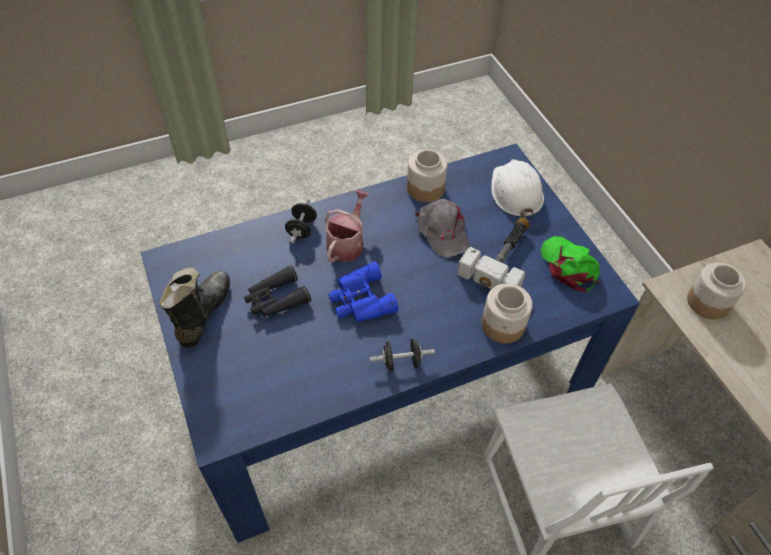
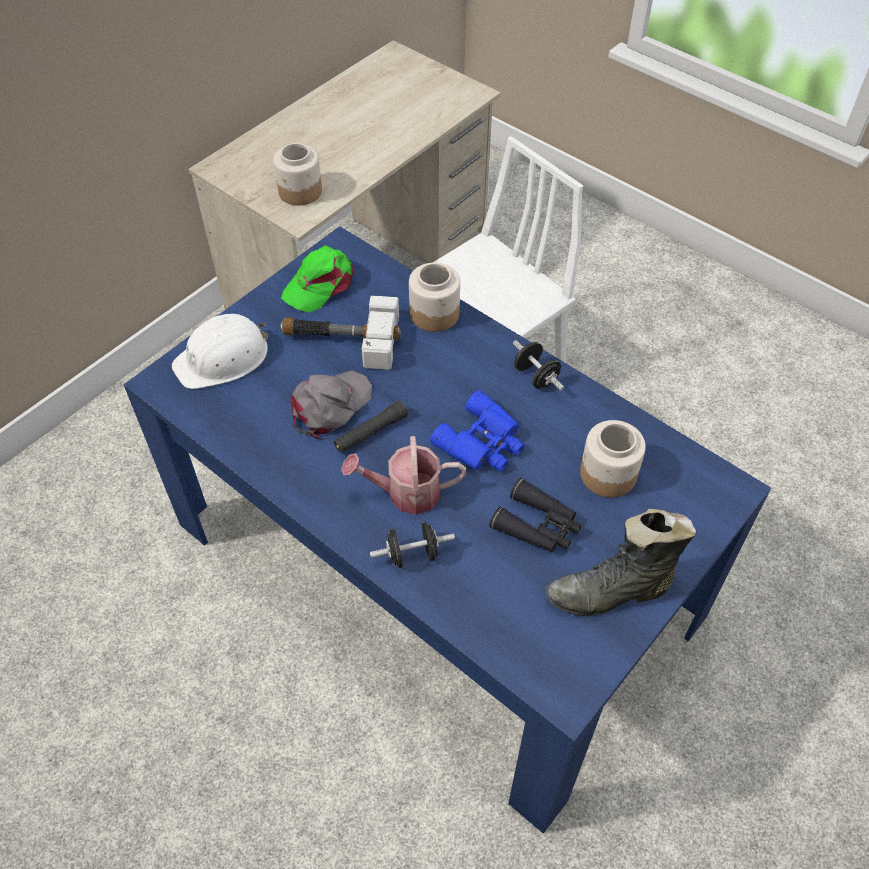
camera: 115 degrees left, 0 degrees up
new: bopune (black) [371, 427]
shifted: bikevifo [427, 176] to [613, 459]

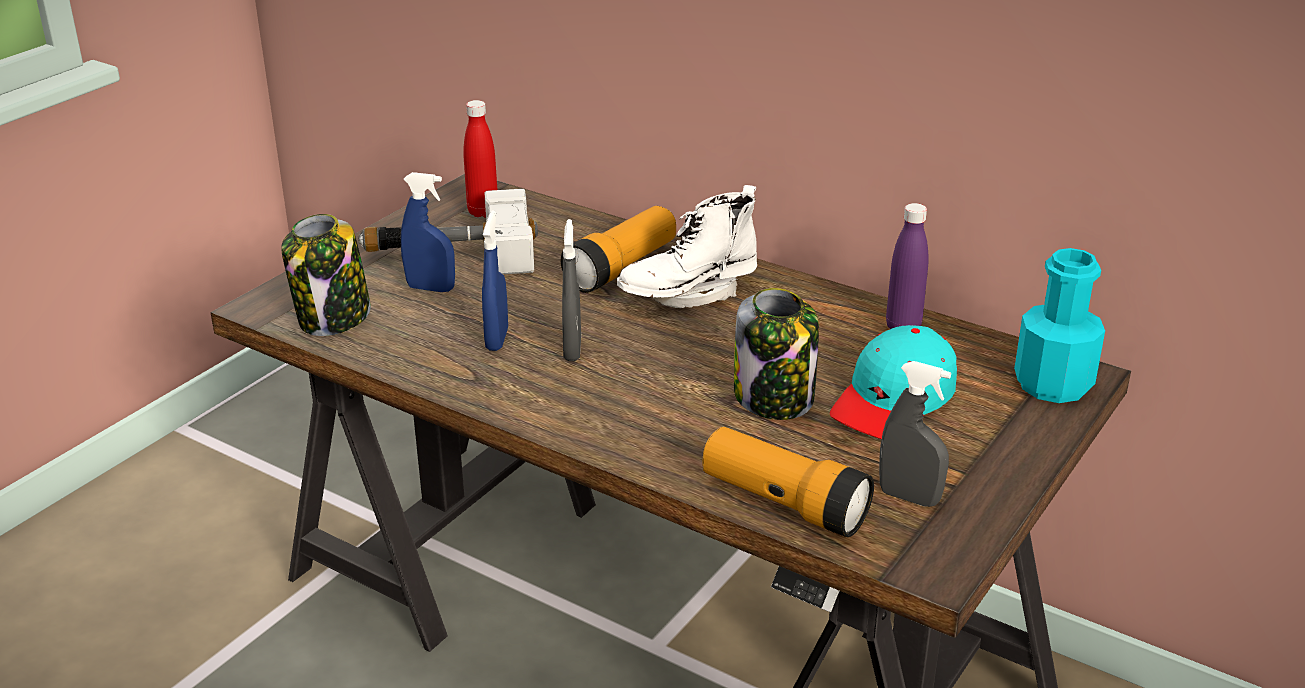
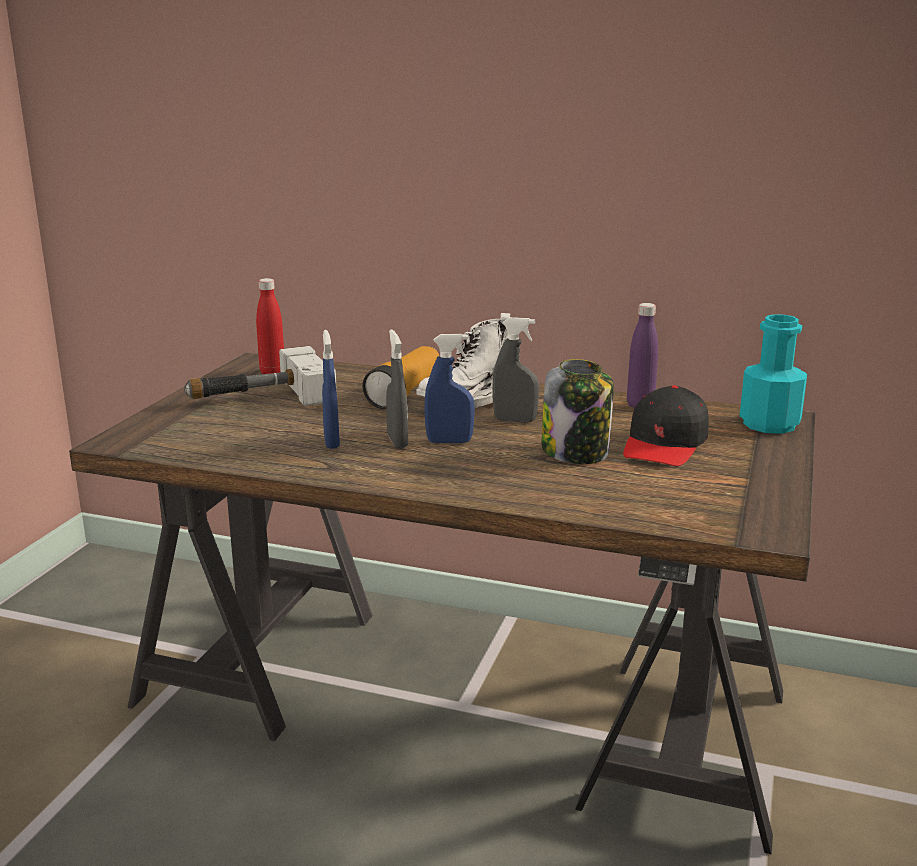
camera: 15 degrees left, 10 degrees down
gone: bikevifo [326, 275]; bopune [788, 482]
shifted: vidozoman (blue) [428, 232] to [449, 388]; vidozoman (grey) [915, 434] to [515, 370]
repainted: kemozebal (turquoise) [893, 382] to kemozebal (black) [666, 425]

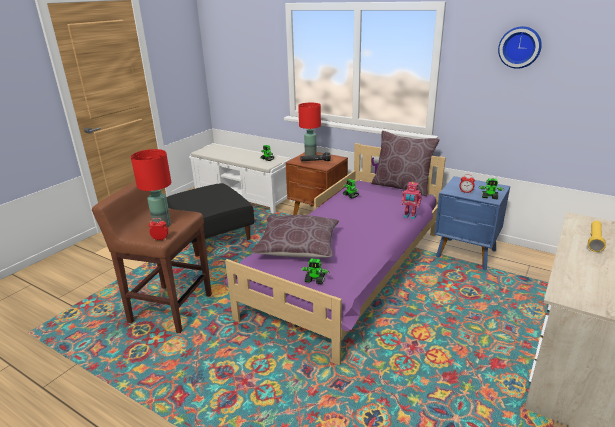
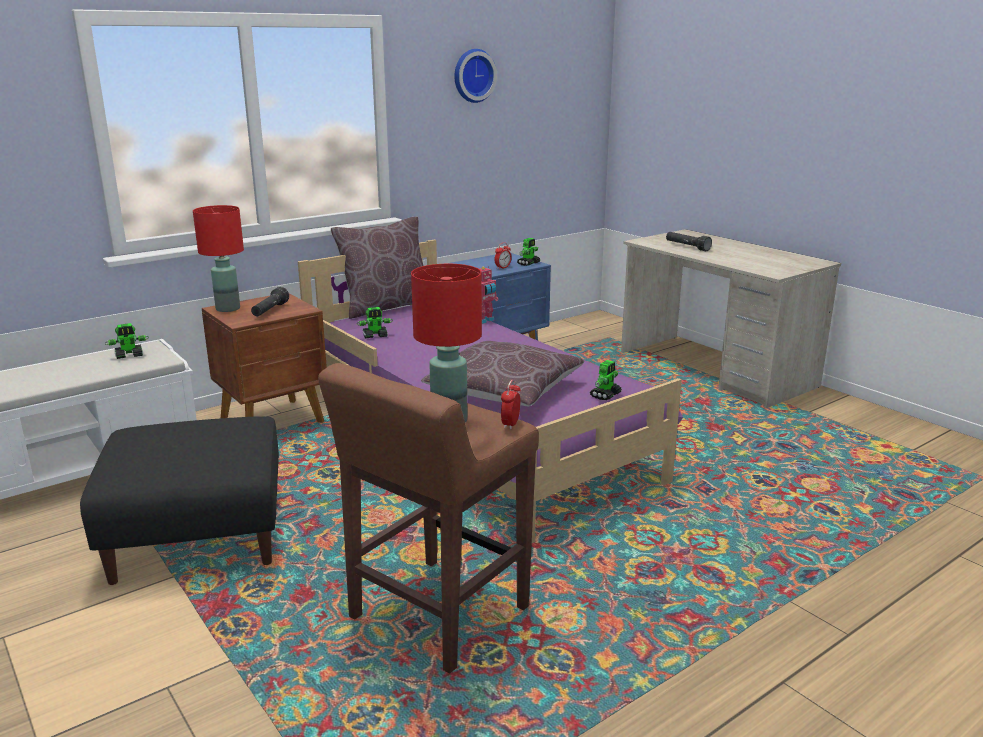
camera: 70 degrees left, 5 degrees down
repainted: bopune (yellow) [597, 236] to bopune (black) [689, 241]

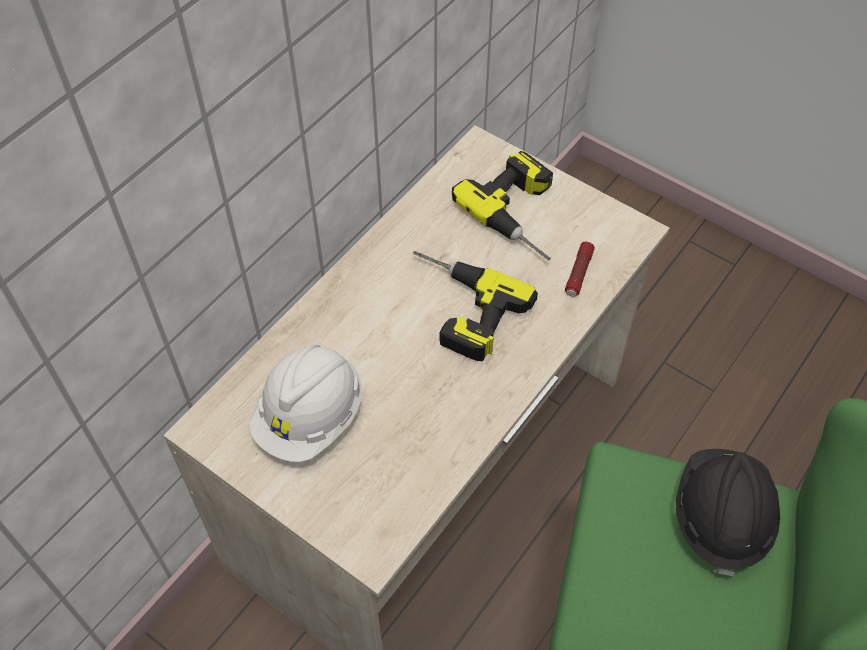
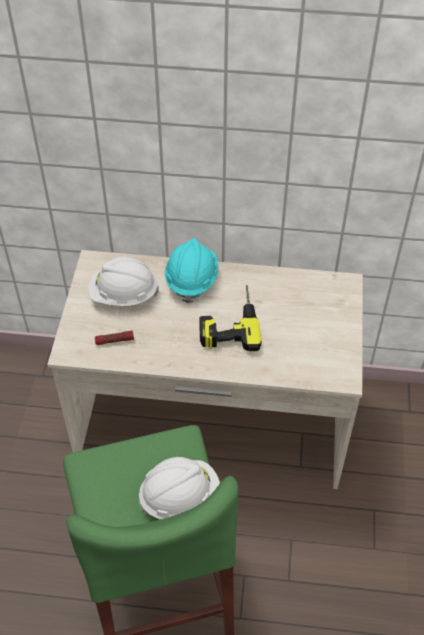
camera: 60 degrees right, 5 degrees down
gone: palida [502, 205]
new: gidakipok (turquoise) [191, 270]
shifted: bopune [580, 269] to [114, 337]
repainted: gidakipok (black) [728, 512] to gidakipok (white) [179, 488]

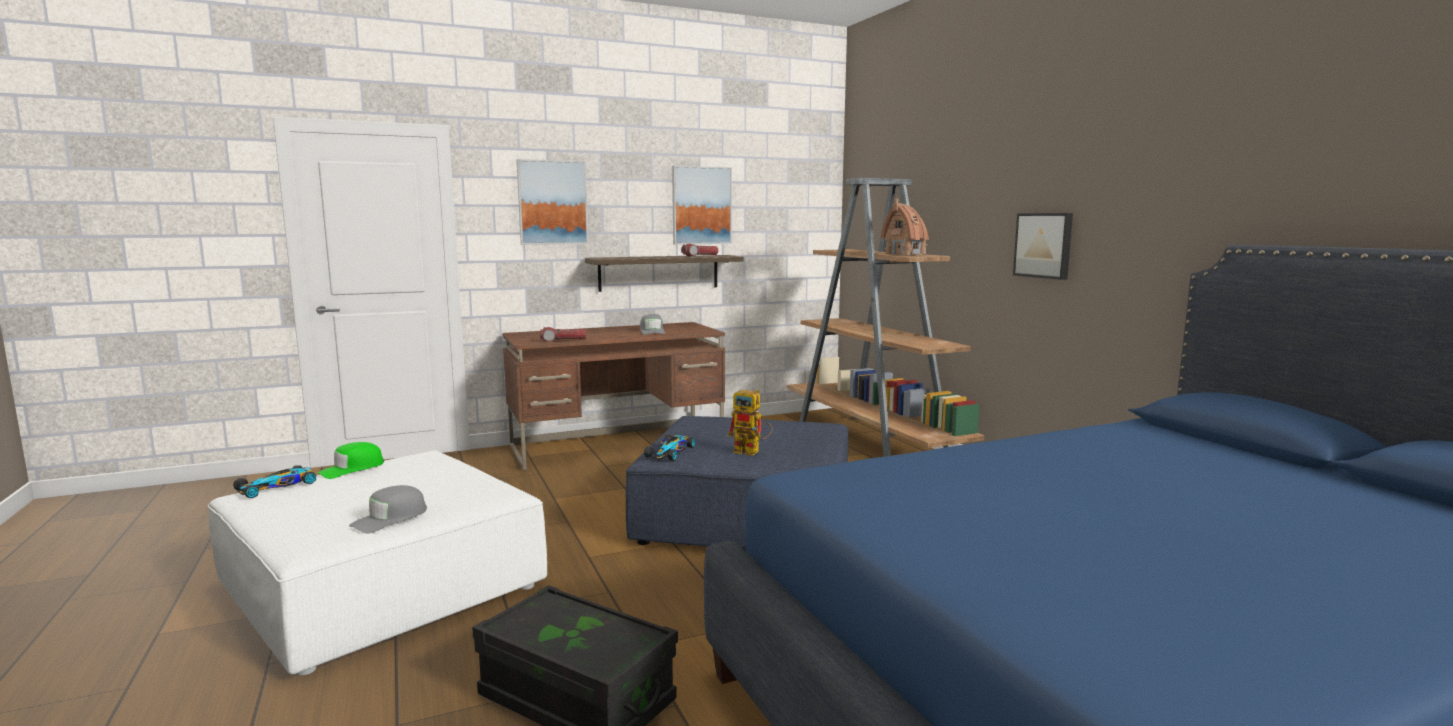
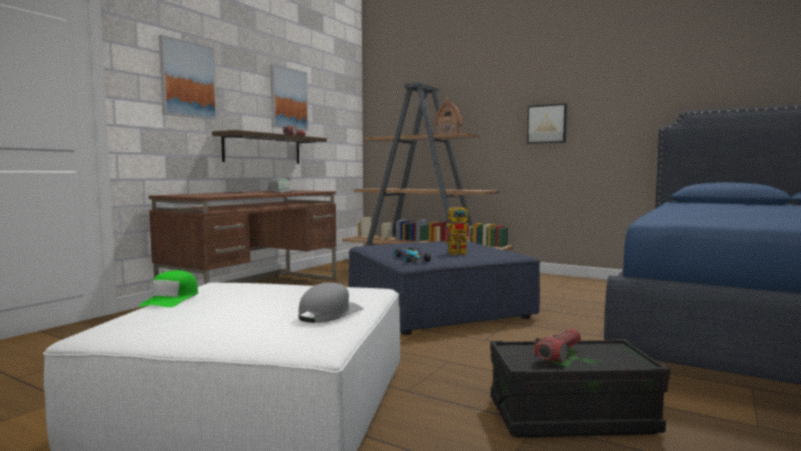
camera: 35 degrees left, 5 degrees down
gone: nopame [274, 481]
shifted: bopune [563, 334] to [557, 346]
rotated: kemozebal (grey) [388, 509] = [331, 303] 150 degrees counterclockwise

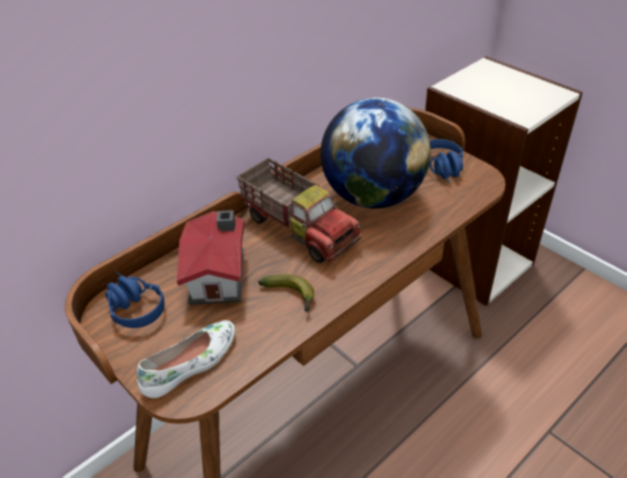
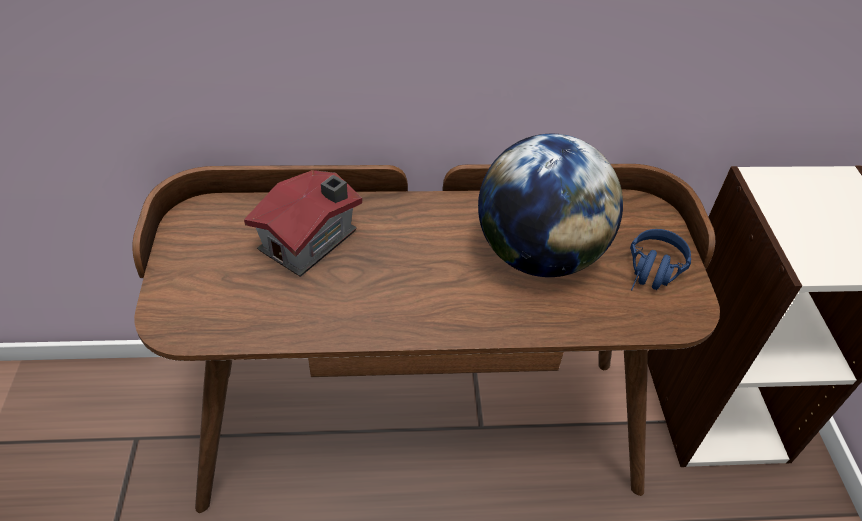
camera: 35 degrees right, 5 degrees up
gone: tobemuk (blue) [135, 299]; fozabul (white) [186, 359]; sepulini [299, 210]; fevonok [286, 293]

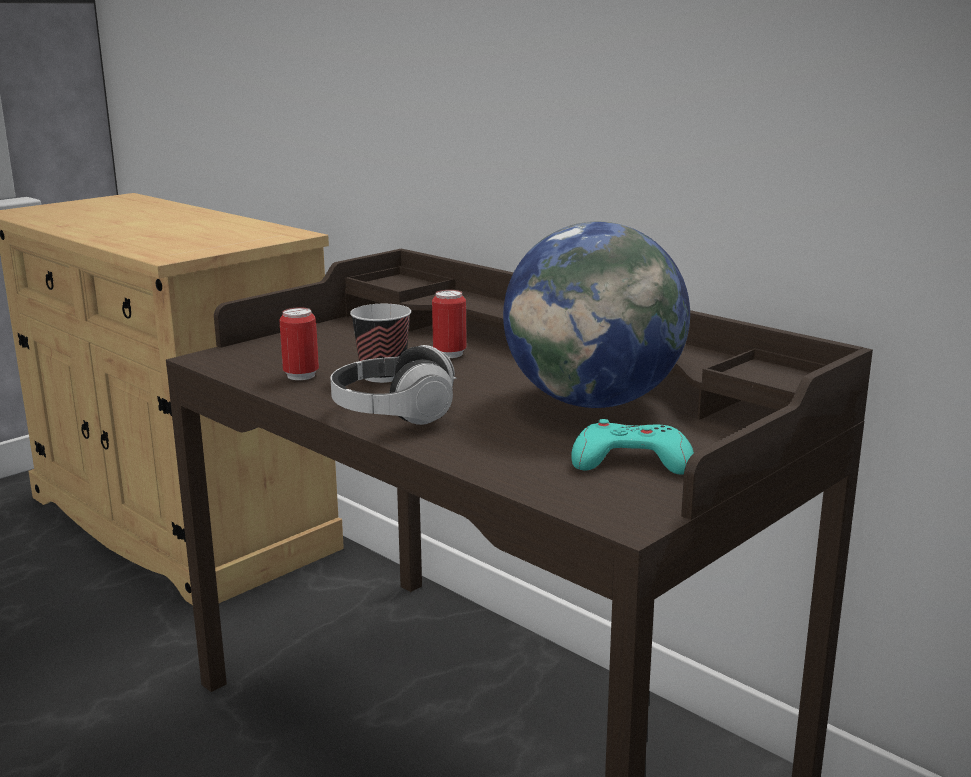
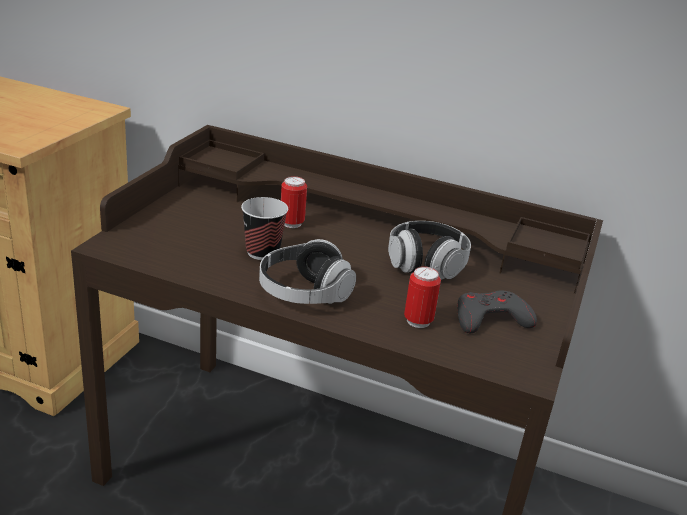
camera: 25 degrees left, 10 degrees up
shifted: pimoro [299, 343] to [422, 297]
swapped: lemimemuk [596, 314] to tobemuk [429, 250]
repainted: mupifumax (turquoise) [632, 447] to mupifumax (grey) [497, 312]

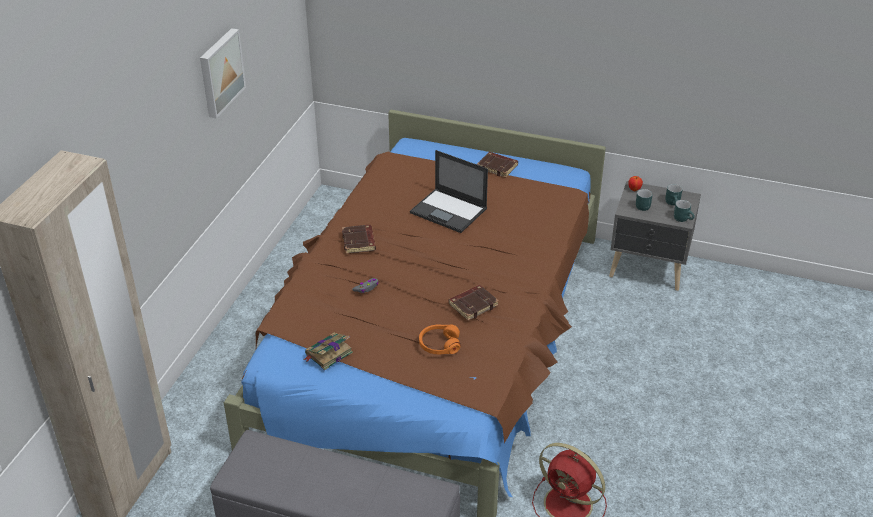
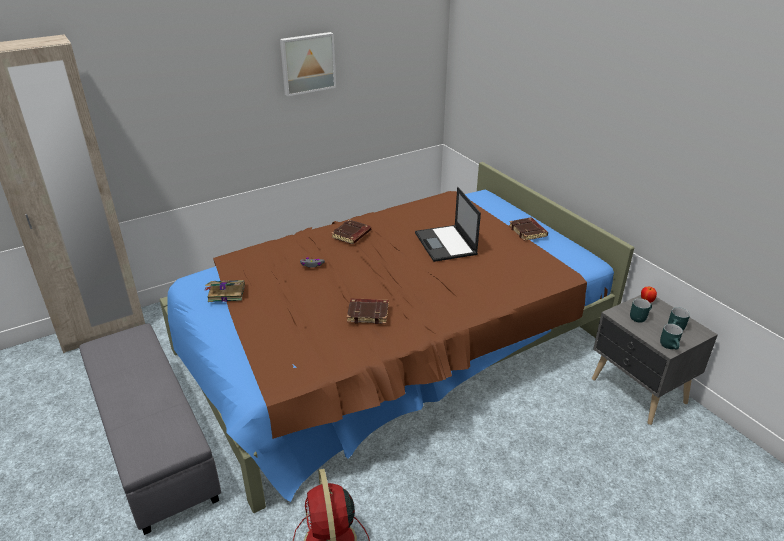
camera: 40 degrees right, 5 degrees down
gone: tobemuk (orange) [440, 339]

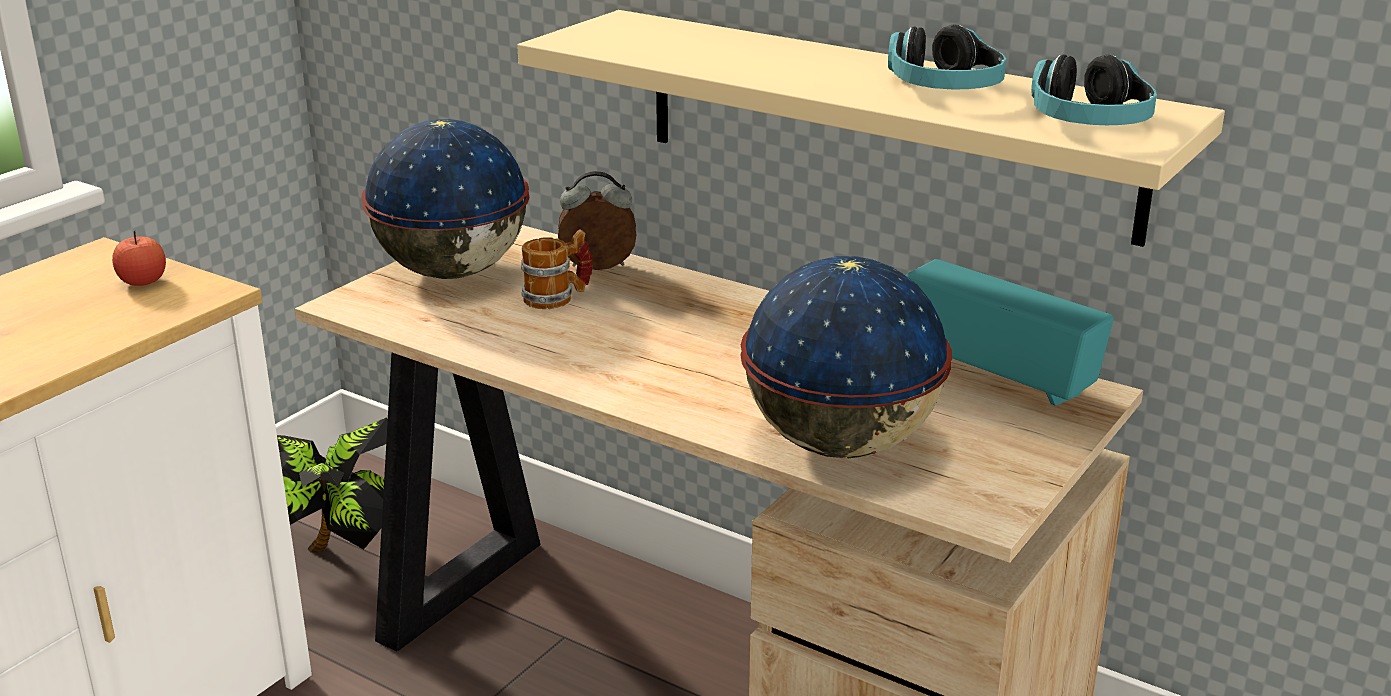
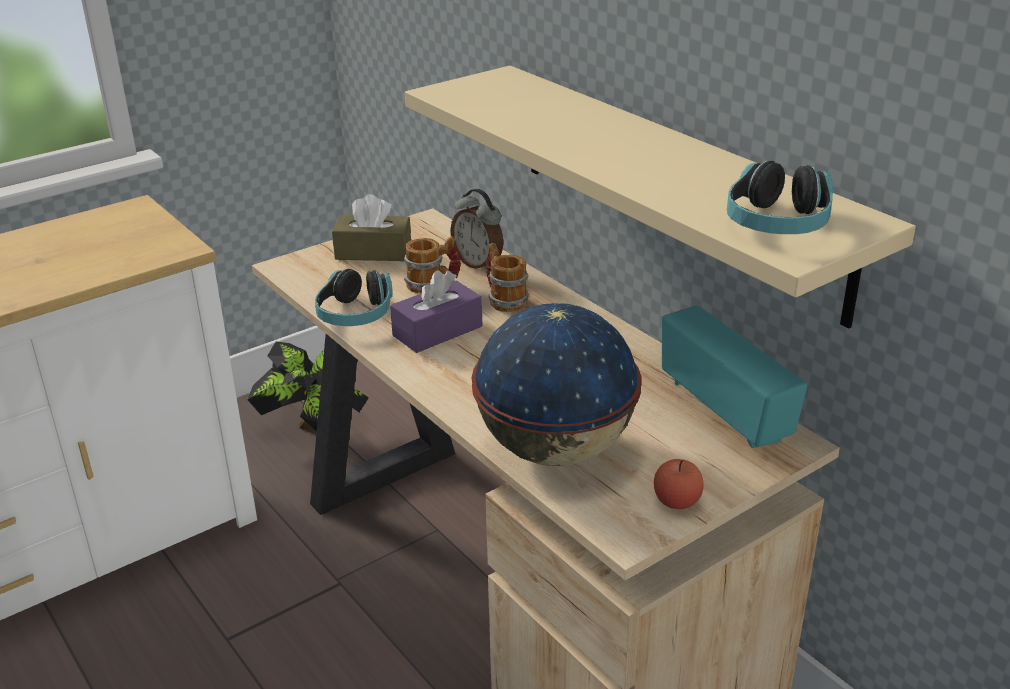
camera: 20 degrees right, 5 degrees up
new: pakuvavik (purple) [436, 311]; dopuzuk [508, 277]
shifted: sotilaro [139, 258] to [679, 484]; tobemuk [947, 57] to [354, 297]
swapped: lemimemuk [445, 199] to pakuvavik (brown) [371, 227]
rotated: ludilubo [597, 220] = [476, 229] 150 degrees counterclockwise

